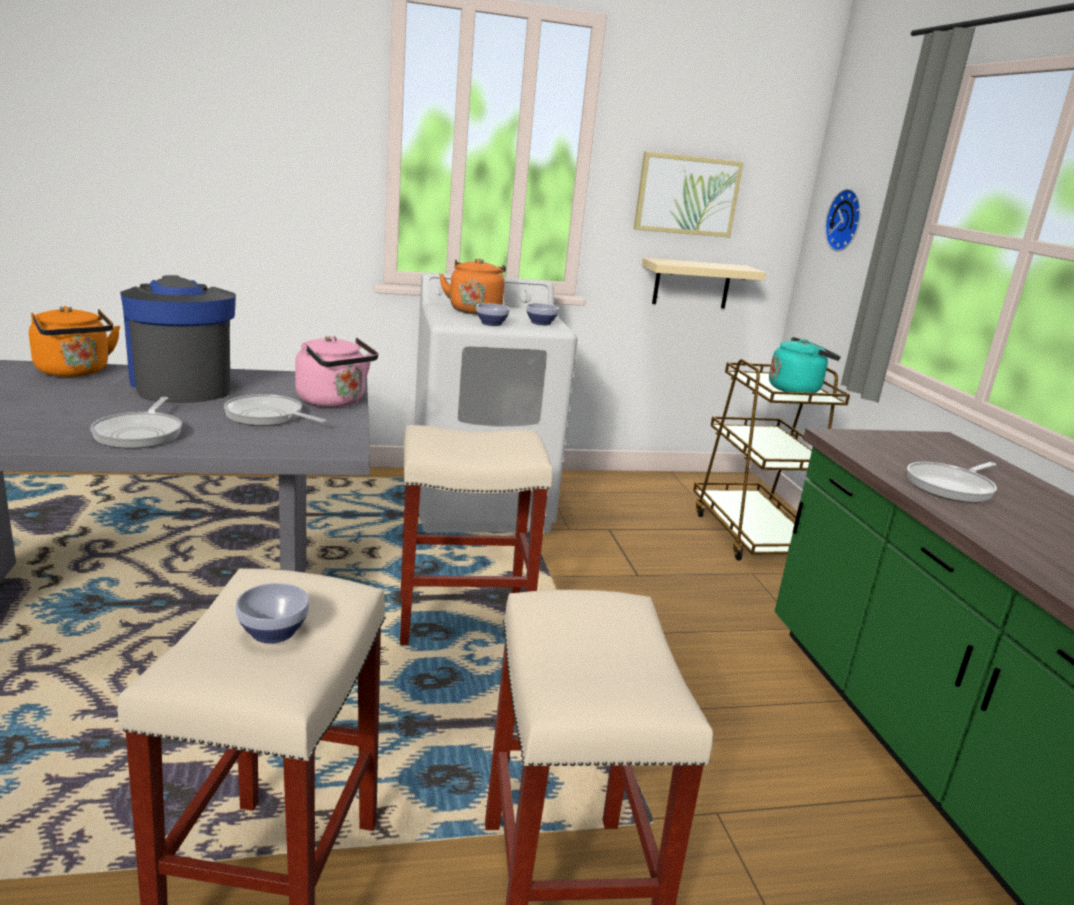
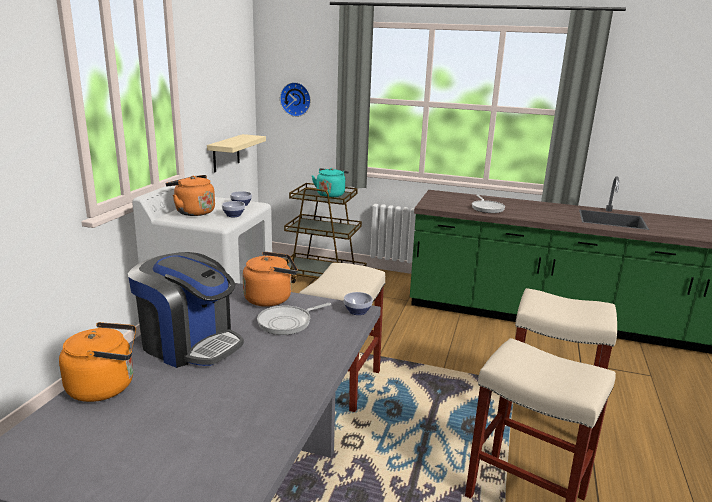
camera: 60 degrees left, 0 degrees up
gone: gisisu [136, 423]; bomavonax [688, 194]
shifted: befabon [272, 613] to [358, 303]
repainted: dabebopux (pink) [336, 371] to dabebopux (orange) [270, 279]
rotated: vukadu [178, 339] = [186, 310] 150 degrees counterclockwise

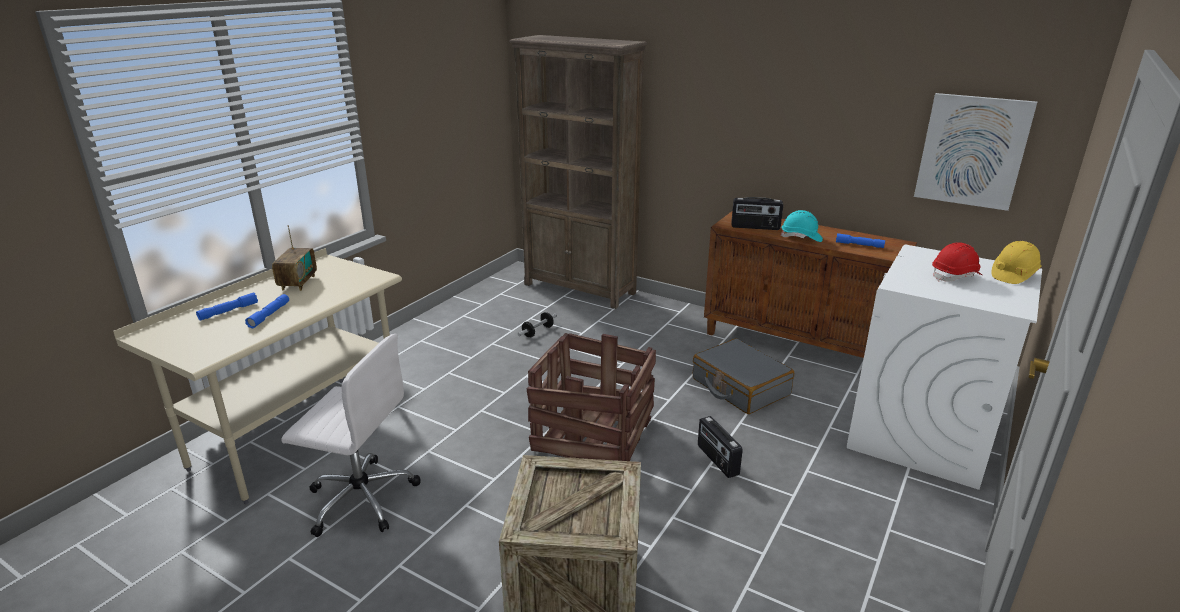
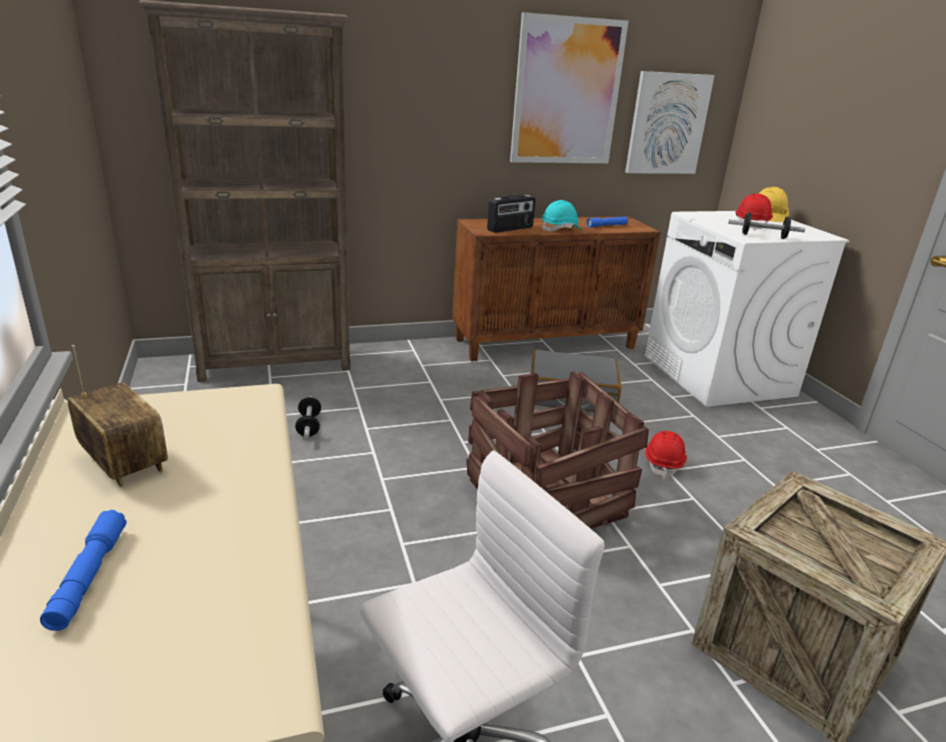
camera: 50 degrees left, 0 degrees up
gone: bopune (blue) [267, 311]
new: bomavonax [569, 87]; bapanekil [766, 225]
swapped: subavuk [720, 447] to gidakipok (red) [666, 454]

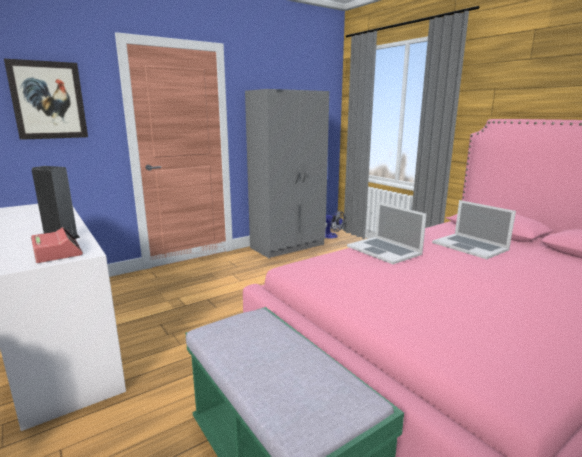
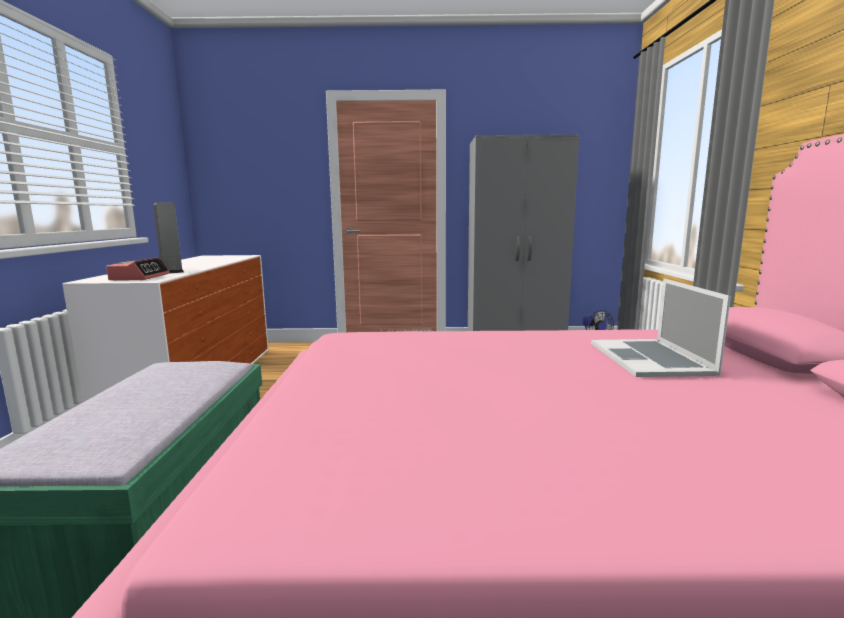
camera: 35 degrees right, 5 degrees down
gone: bomavonax [46, 99]; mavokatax [387, 233]

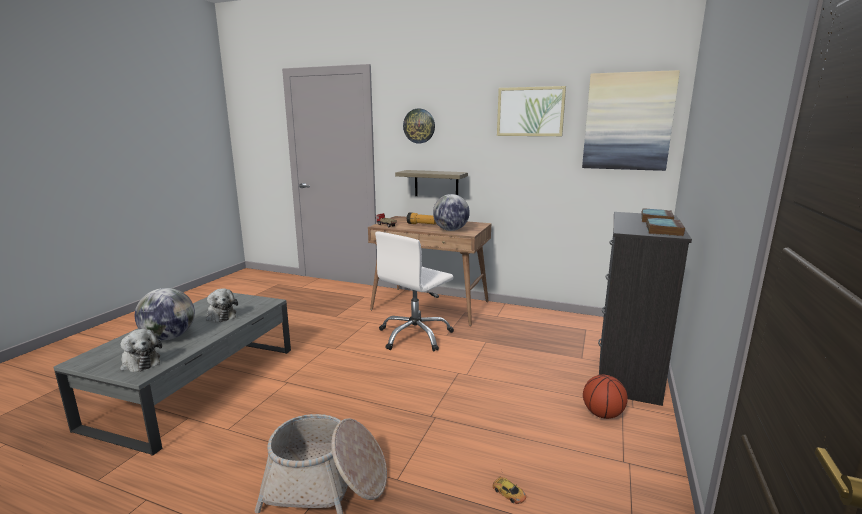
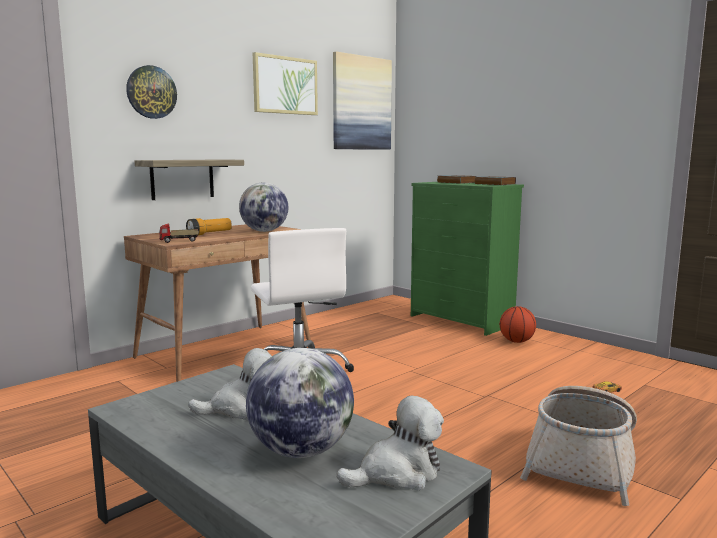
camera: 65 degrees left, 5 degrees down
repainted: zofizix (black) [645, 309] to zofizix (green) [467, 259]

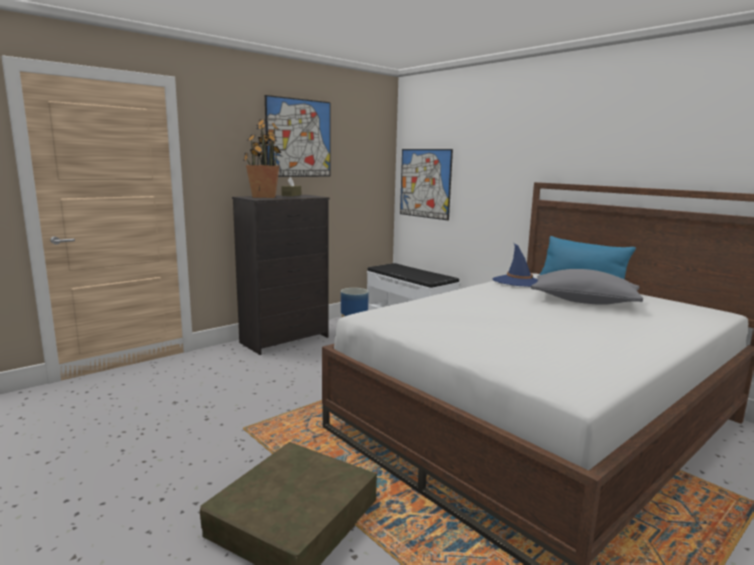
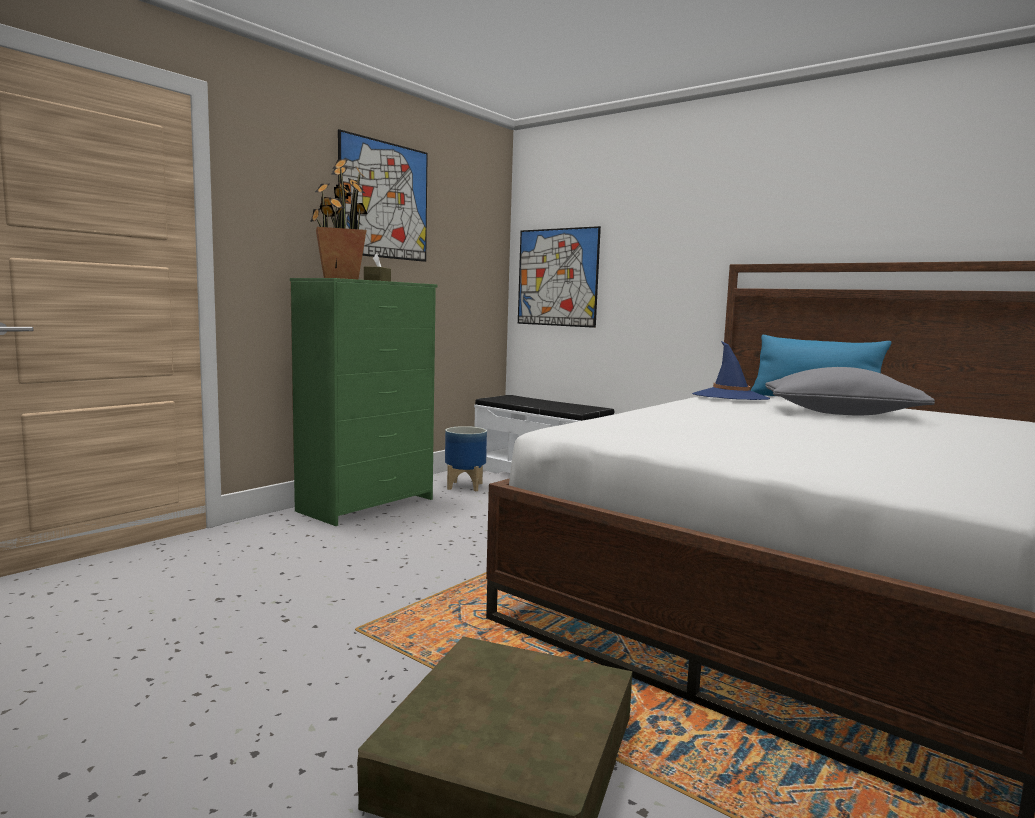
camera: 10 degrees left, 5 degrees down
repainted: zofizix (black) [281, 274] to zofizix (green) [363, 402]

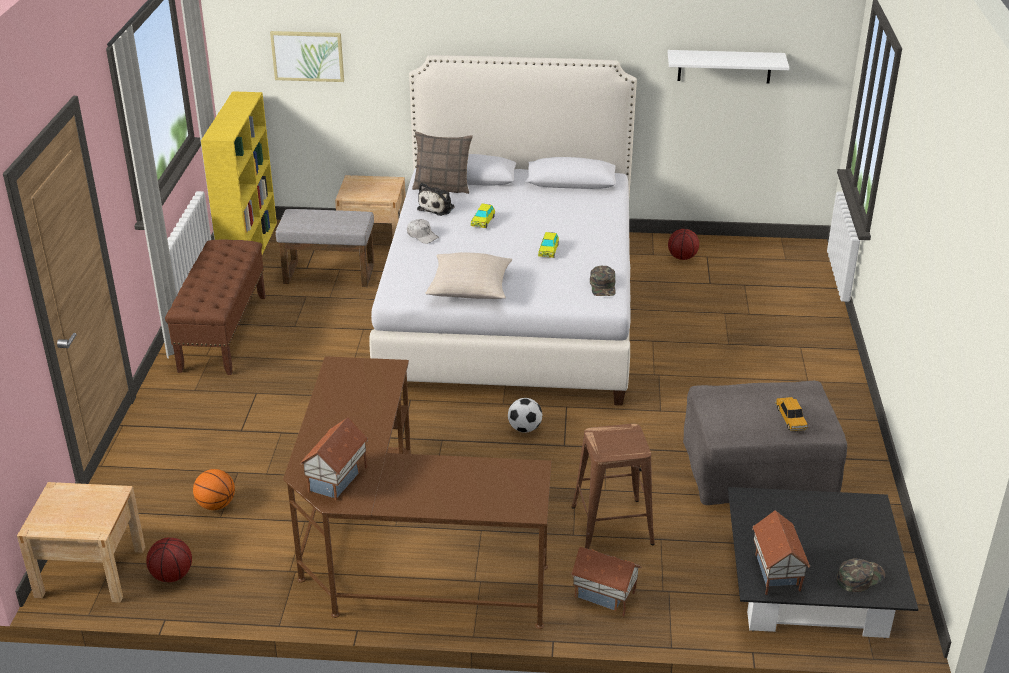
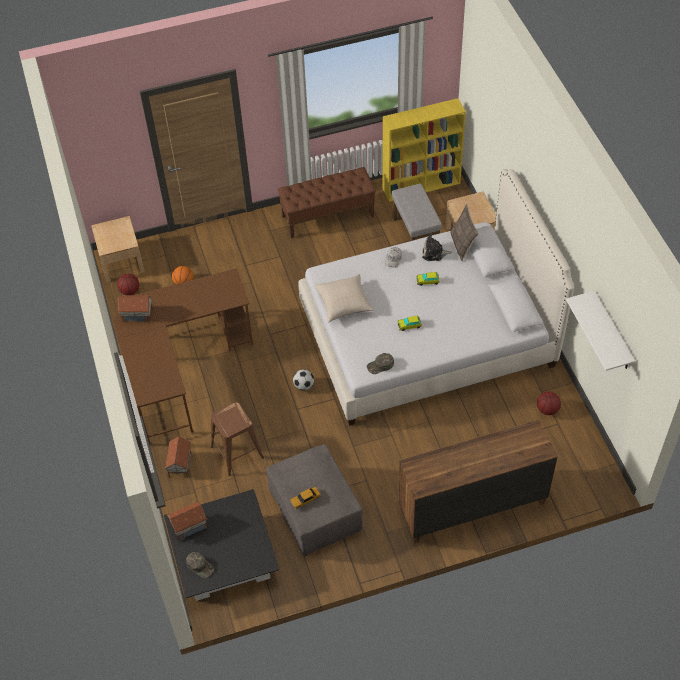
camera: 70 degrees right, 20 degrees up
gone: bomavonax [307, 56]
new: zofizix (brown) [478, 481]

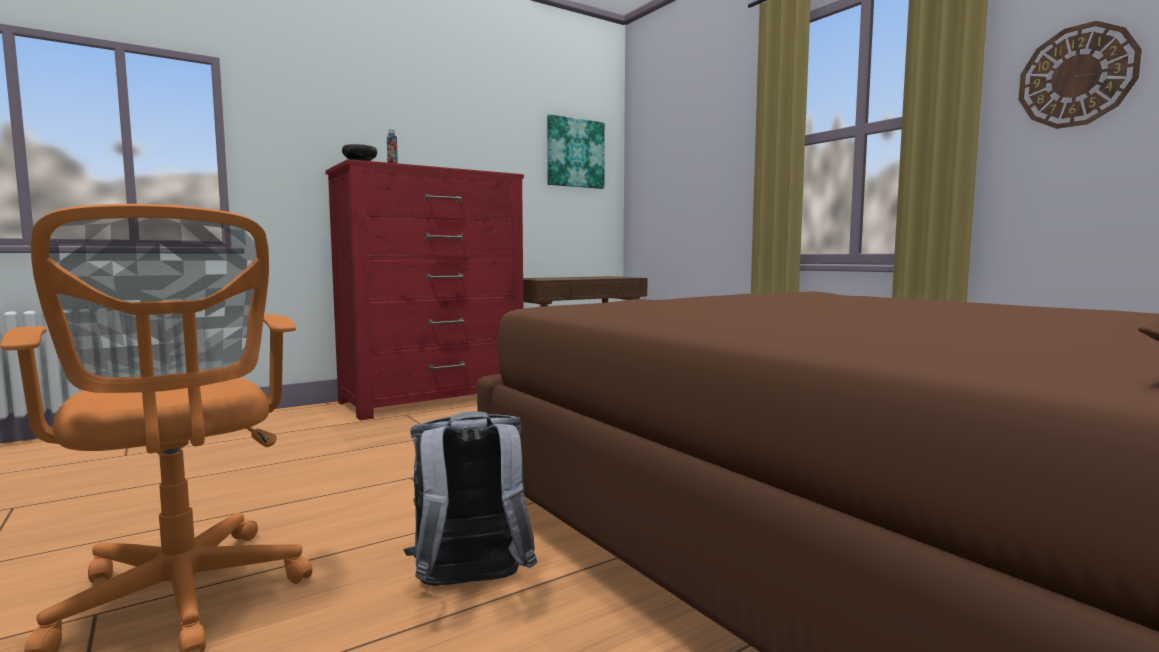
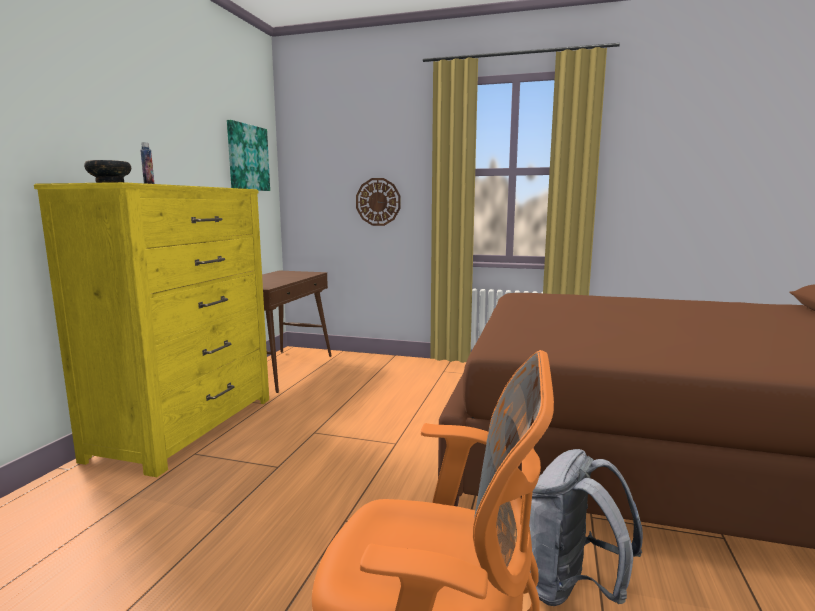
camera: 40 degrees left, 5 degrees up
shifted: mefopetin [1080, 75] to [378, 202]
repainted: zofizix (red) [424, 290] to zofizix (yellow) [151, 329]

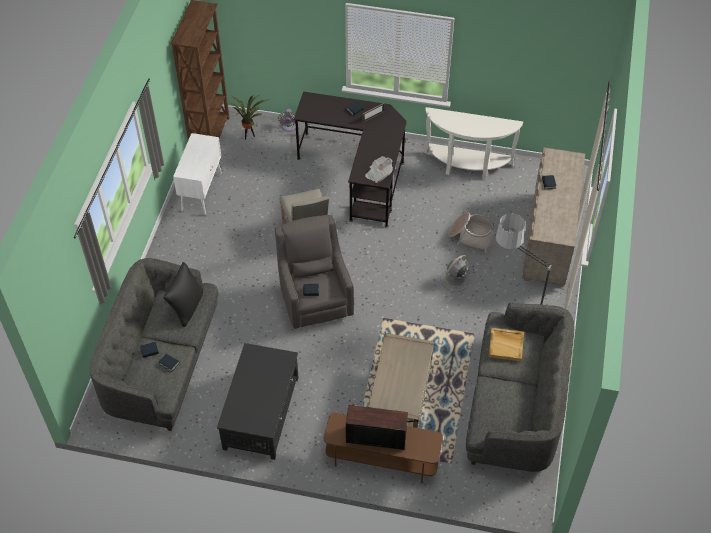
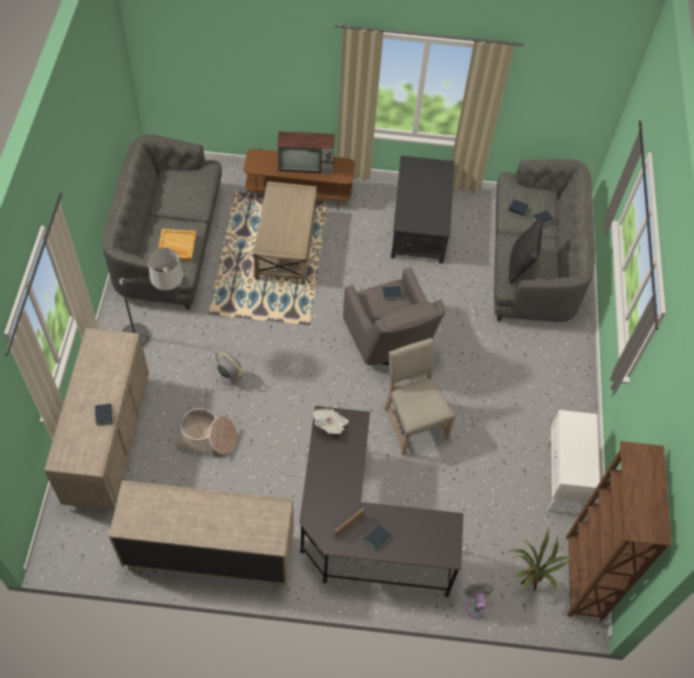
camera: 170 degrees right, 5 degrees up
swapped: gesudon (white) [474, 143] to zofizix (beige) [201, 533]
rotated: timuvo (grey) [455, 273] = [229, 372] 90 degrees counterclockwise

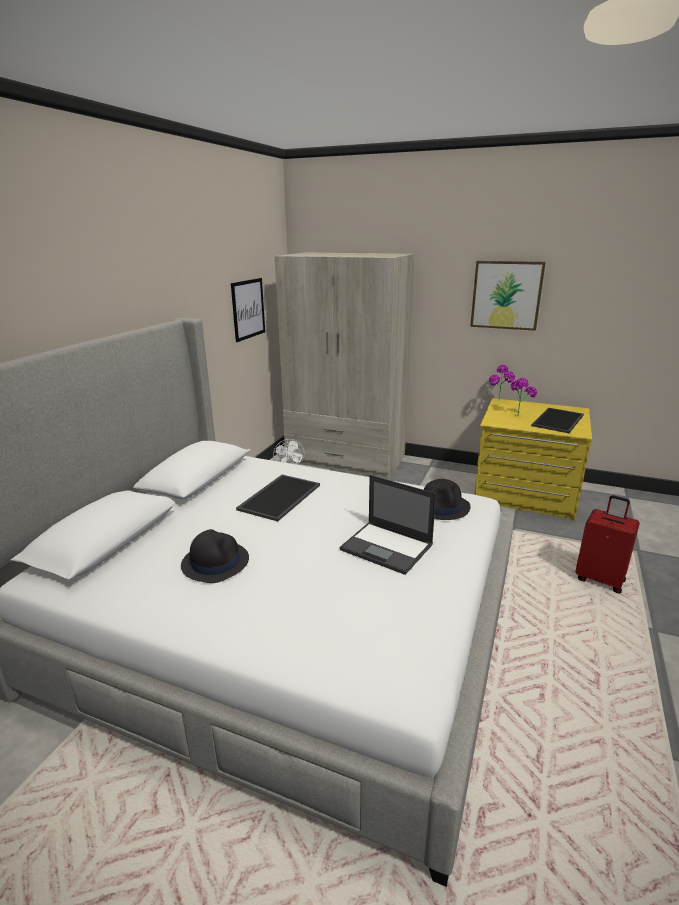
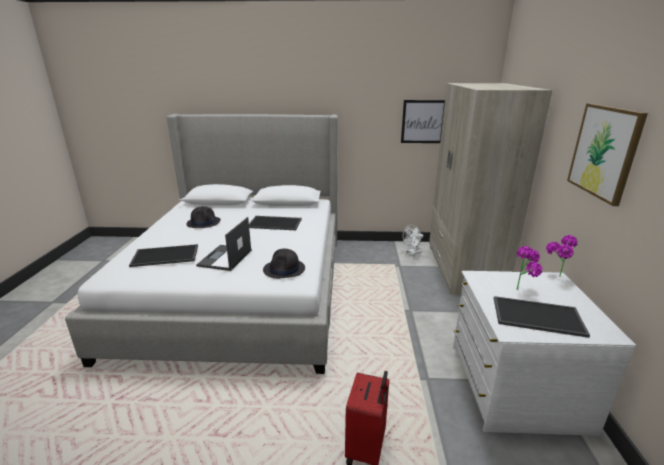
camera: 70 degrees right, 0 degrees up
new: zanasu [163, 255]
repainted: zofizix (yellow) [533, 459] to zofizix (white) [544, 353]

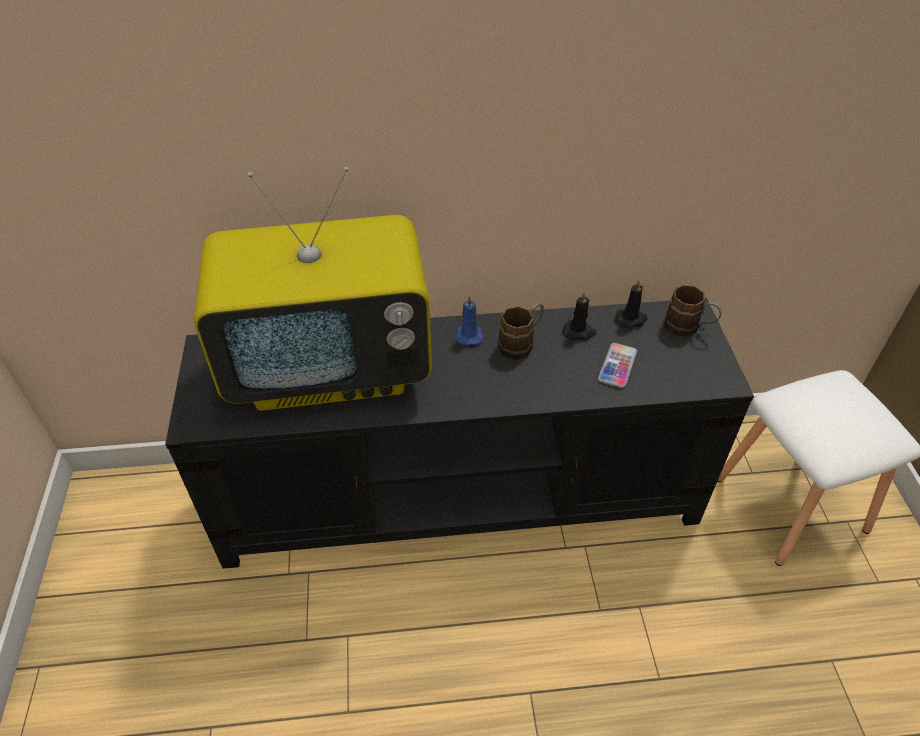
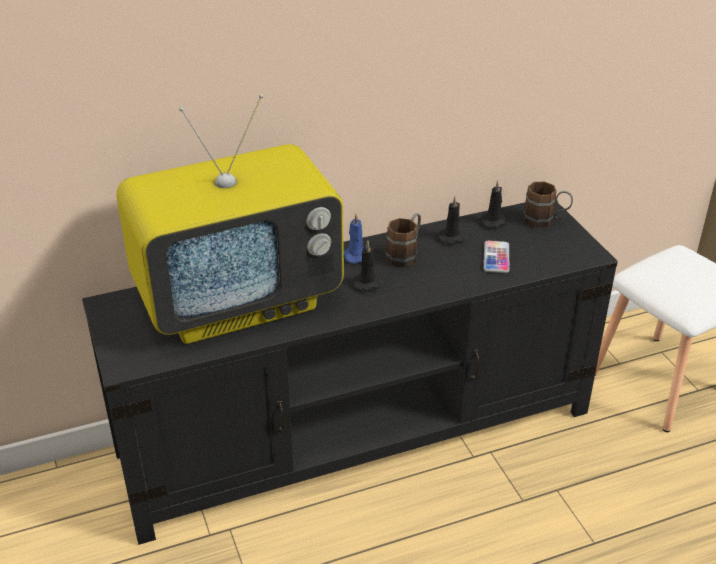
camera: 15 degrees left, 10 degrees down
new: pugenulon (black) [368, 265]

